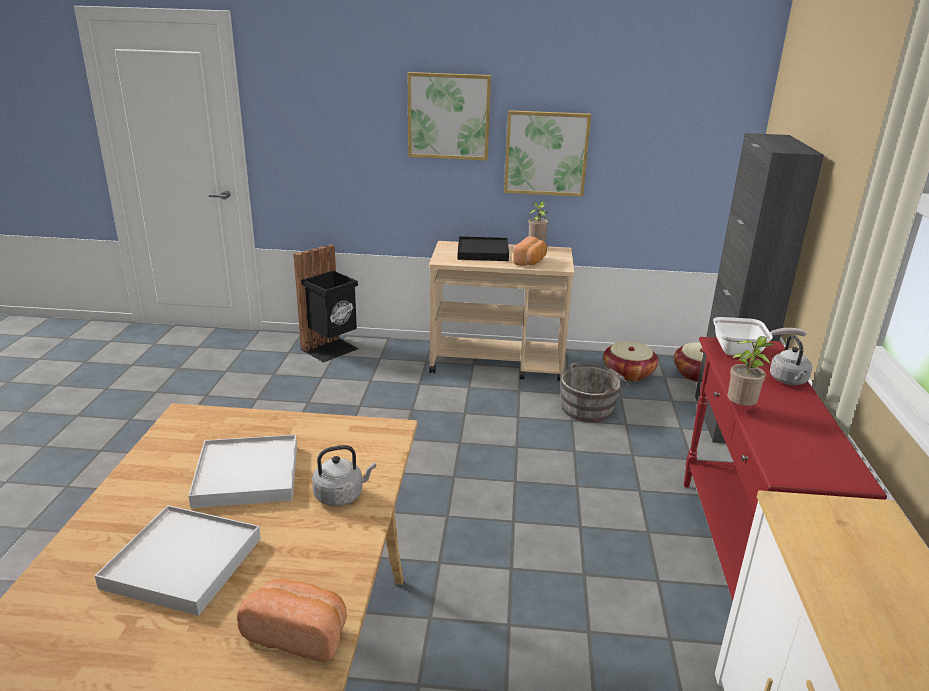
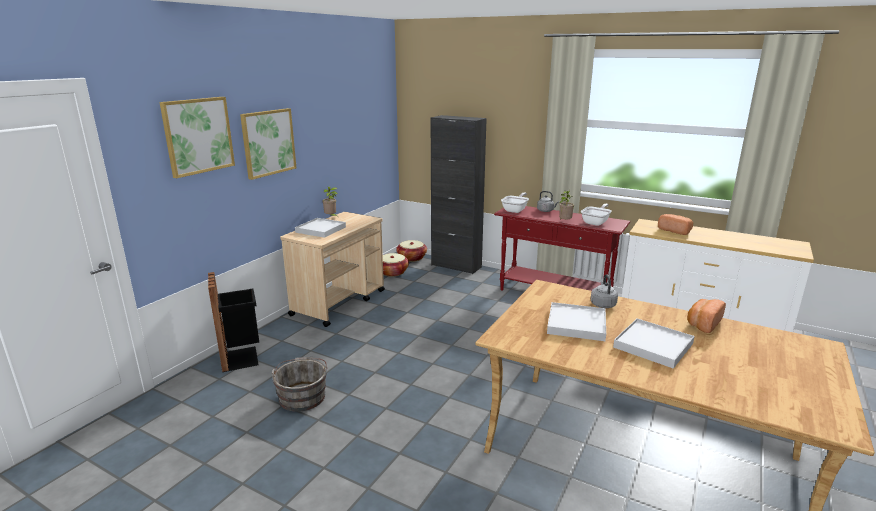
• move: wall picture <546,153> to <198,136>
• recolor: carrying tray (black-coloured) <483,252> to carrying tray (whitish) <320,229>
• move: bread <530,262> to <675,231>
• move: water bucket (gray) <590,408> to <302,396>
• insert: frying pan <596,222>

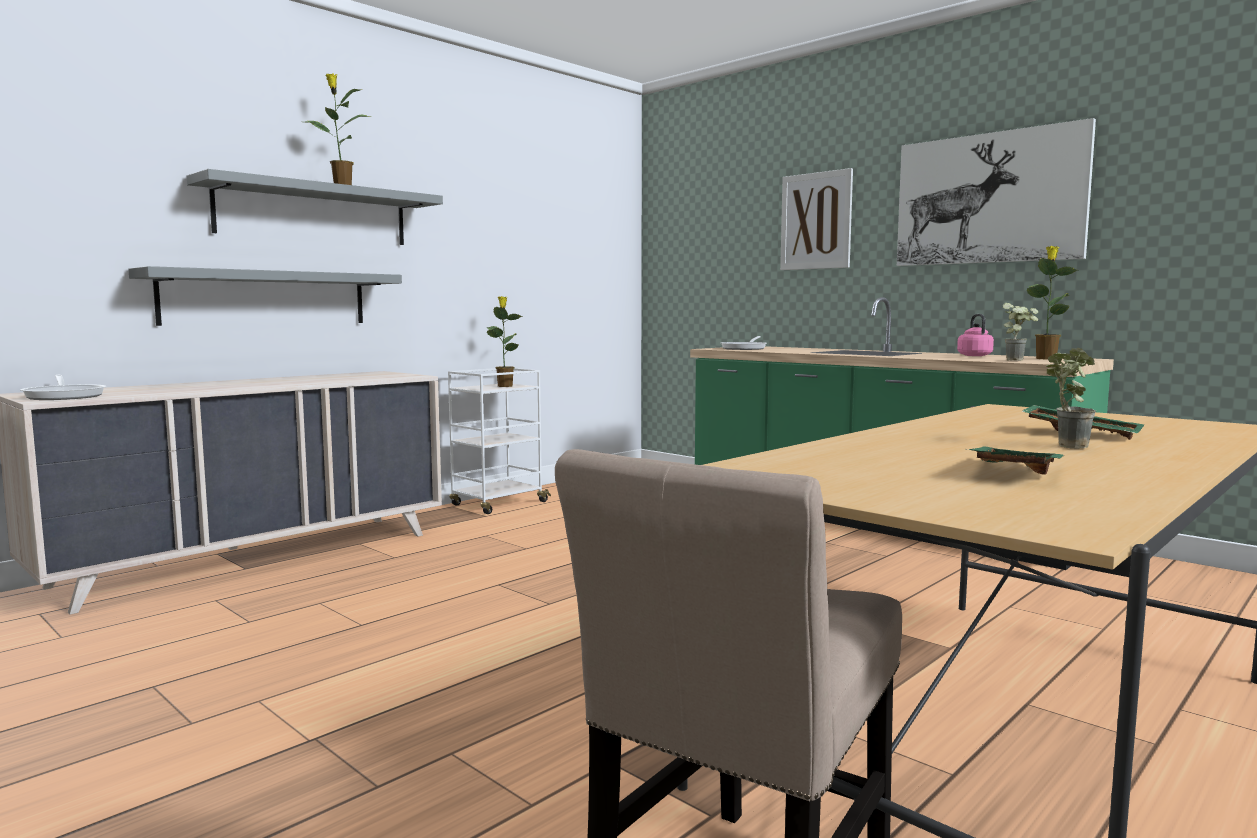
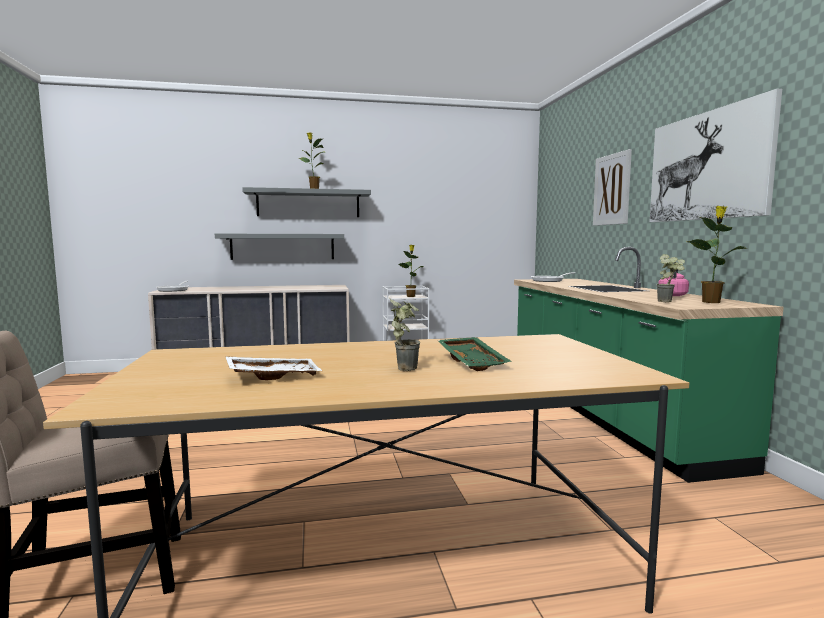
• recolor: carrying tray (green) <1012,472> to carrying tray (whitish) <273,376>

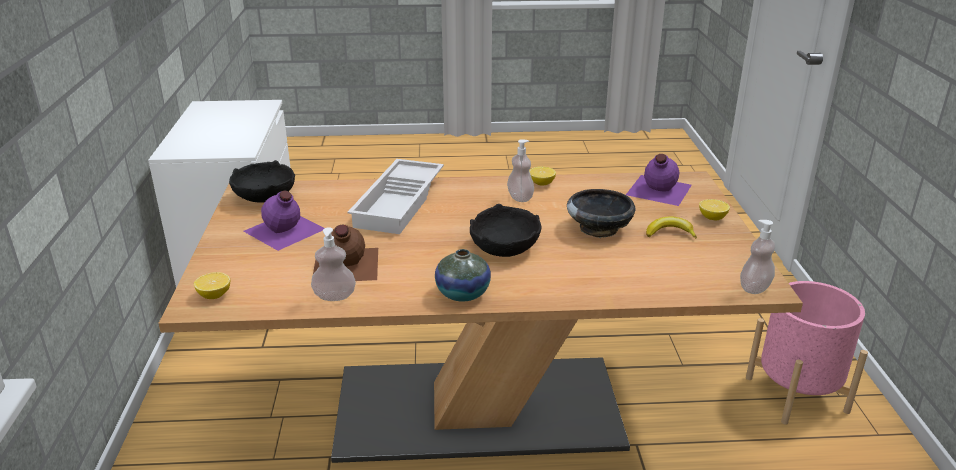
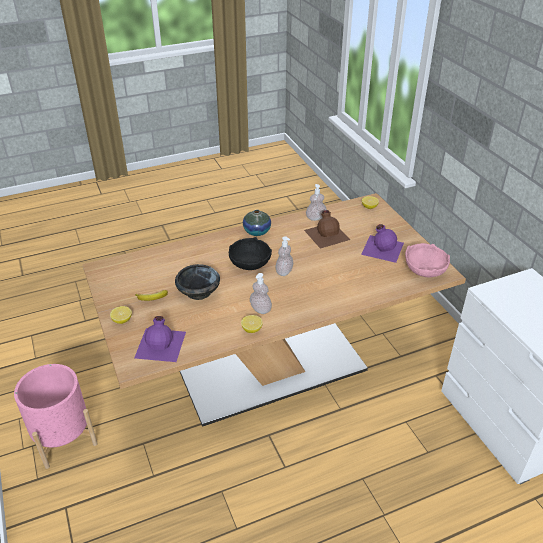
• delete: carrying tray (whitish) <400,203>
• recolor: bowl (black-coloured) <265,197> to bowl (pink) <425,270>
• move: liquid soap bottle <754,288> to <284,271>

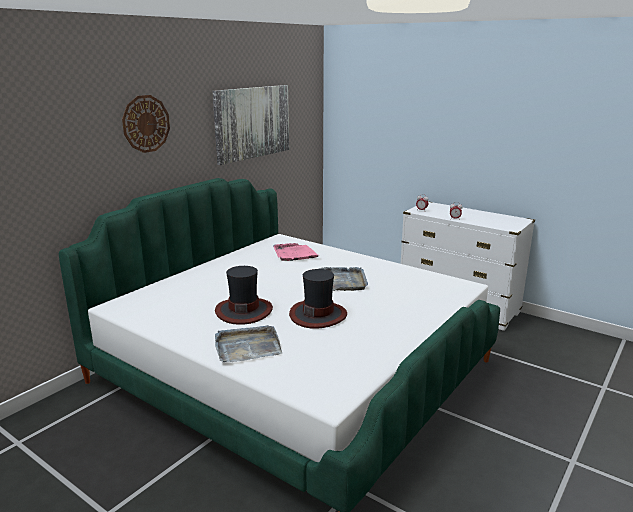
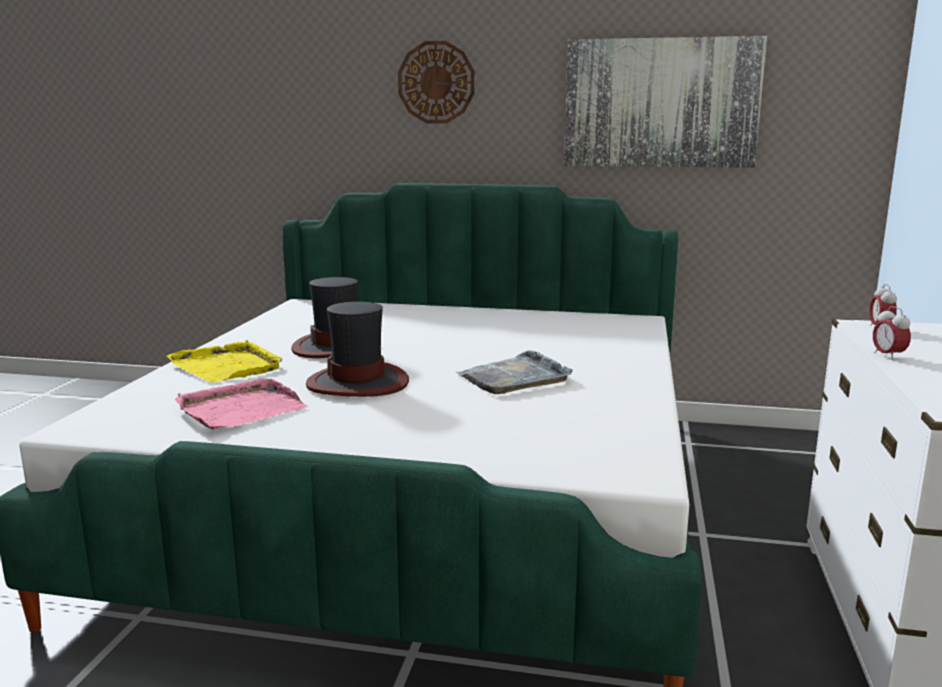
• move: carrying tray (pink) <295,254> to <240,409>
• recolor: carrying tray (gray) <247,347> to carrying tray (yellow) <227,366>

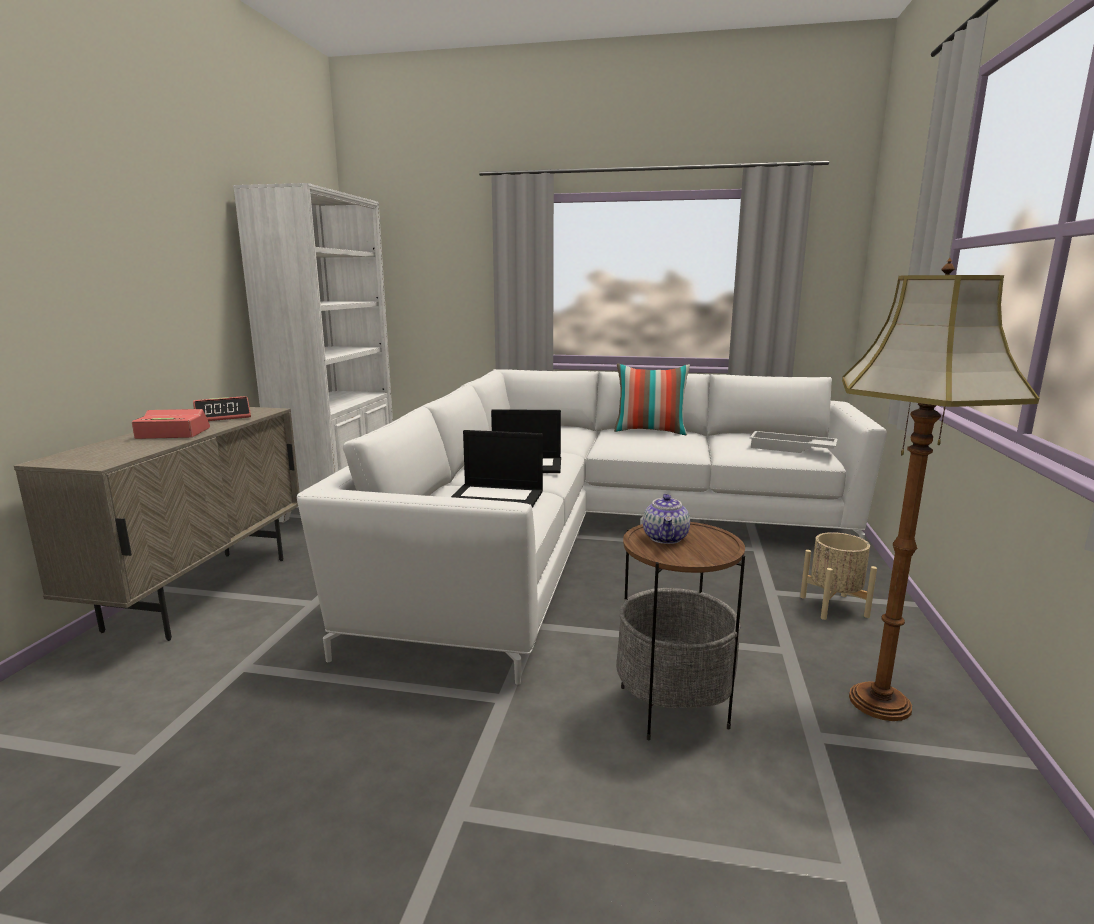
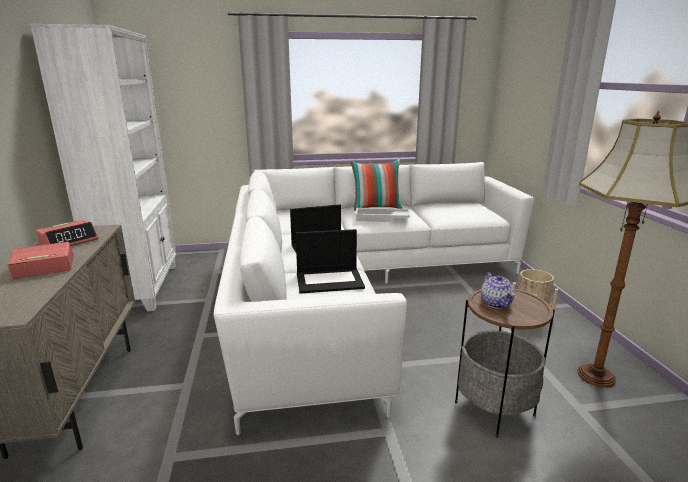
• move: carrying tray (whitish) <791,448> to <381,219>

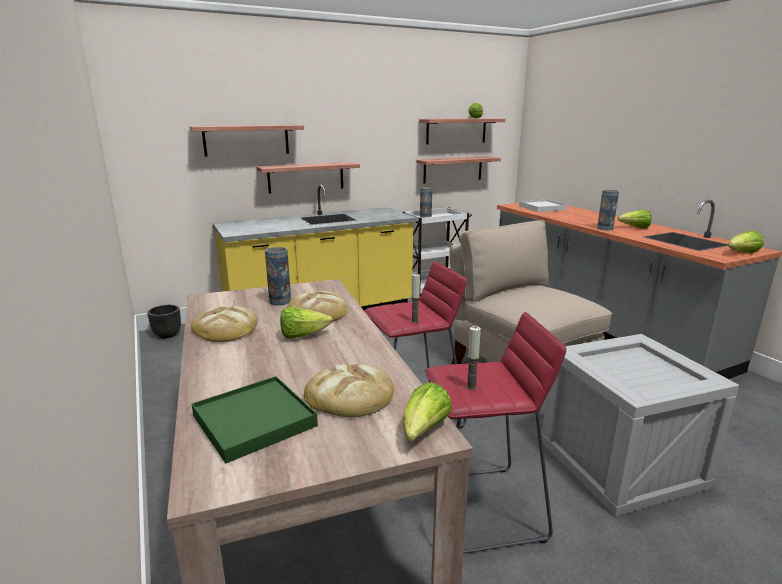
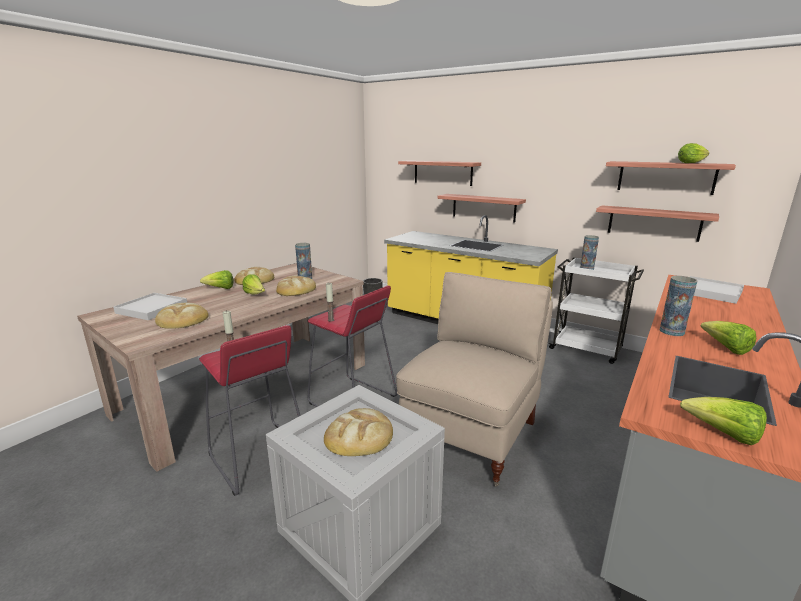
• recolor: carrying tray (green) <254,421> to carrying tray (whitish) <152,309>
• move: lettuce head <424,431> to <220,288>
• insert: bread <359,436>

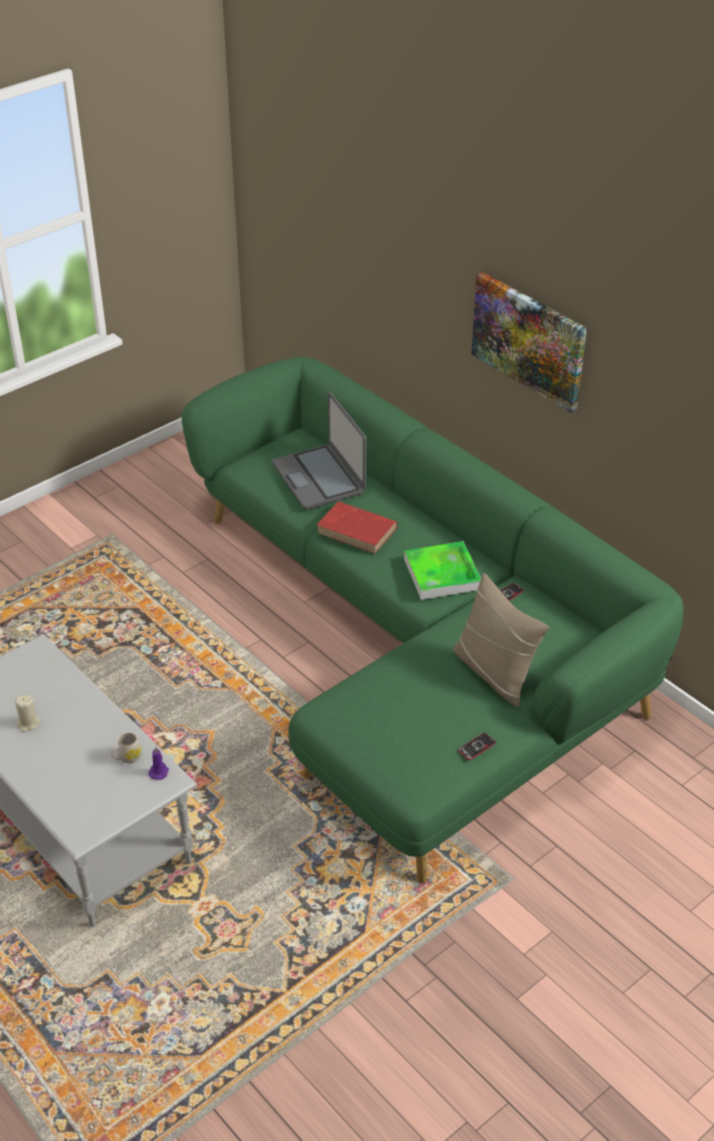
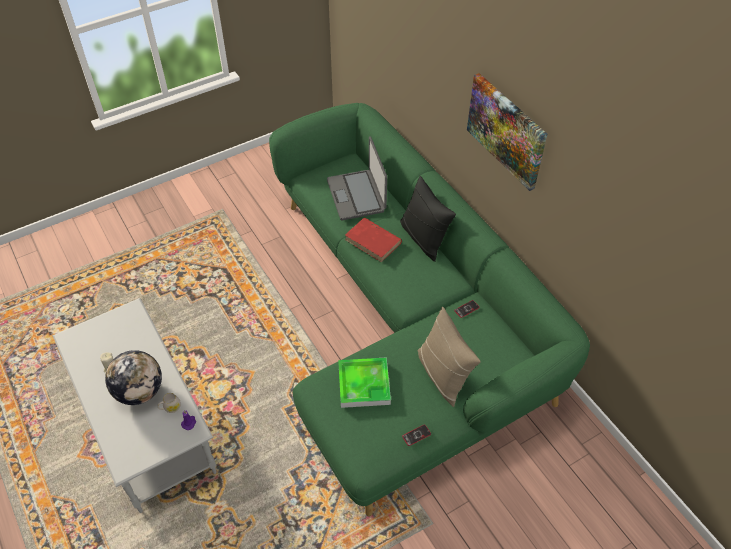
• move: carrying tray <442,574> to <364,384>
• insert: pillow (black-coloured) <423,238>
• insert: world globe <140,391>

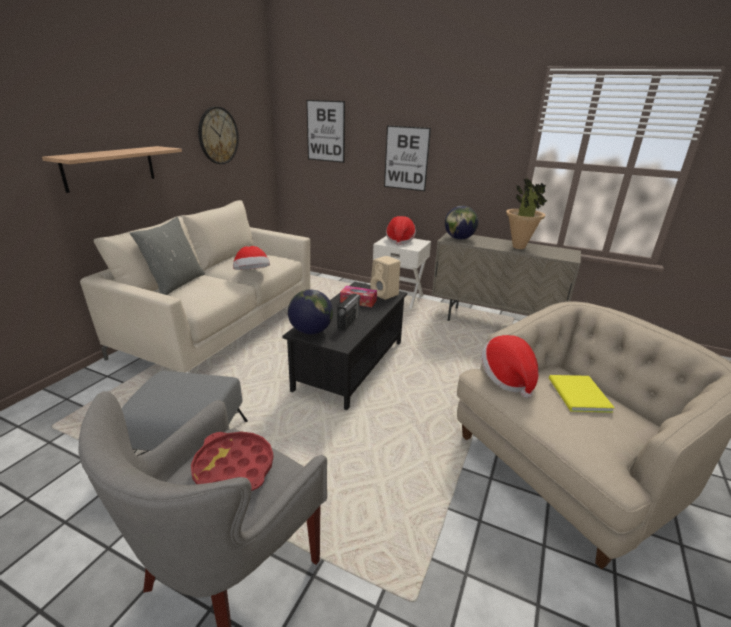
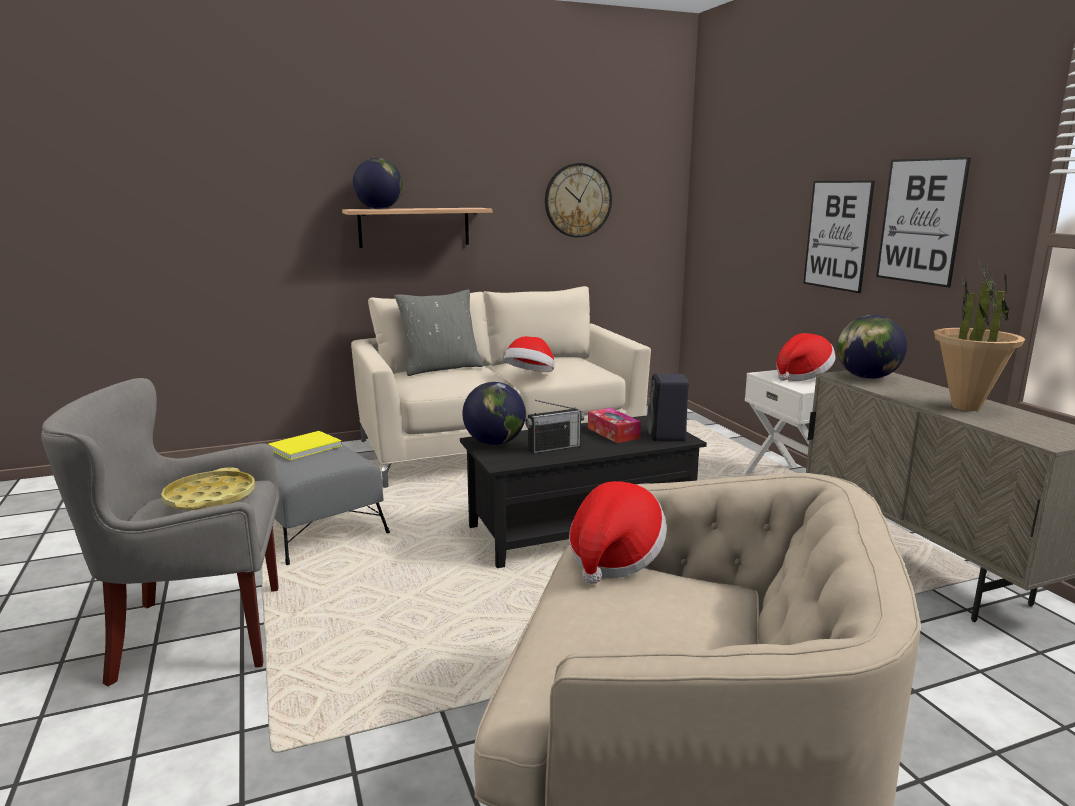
• move: wall picture <325,131> to <920,221>
• recolor: loudspeaker (sand-coloured) <385,294> to loudspeaker (black-coloured) <667,436>
• move: book (yellow) <578,396> to <302,447>
• recolor: carrying tray (red) <233,468> to carrying tray (yellow) <210,498>
• insert: world globe <379,209>

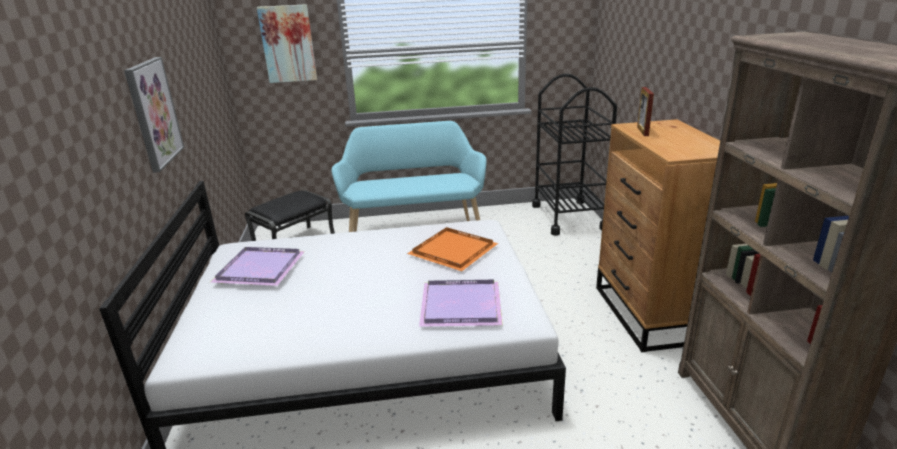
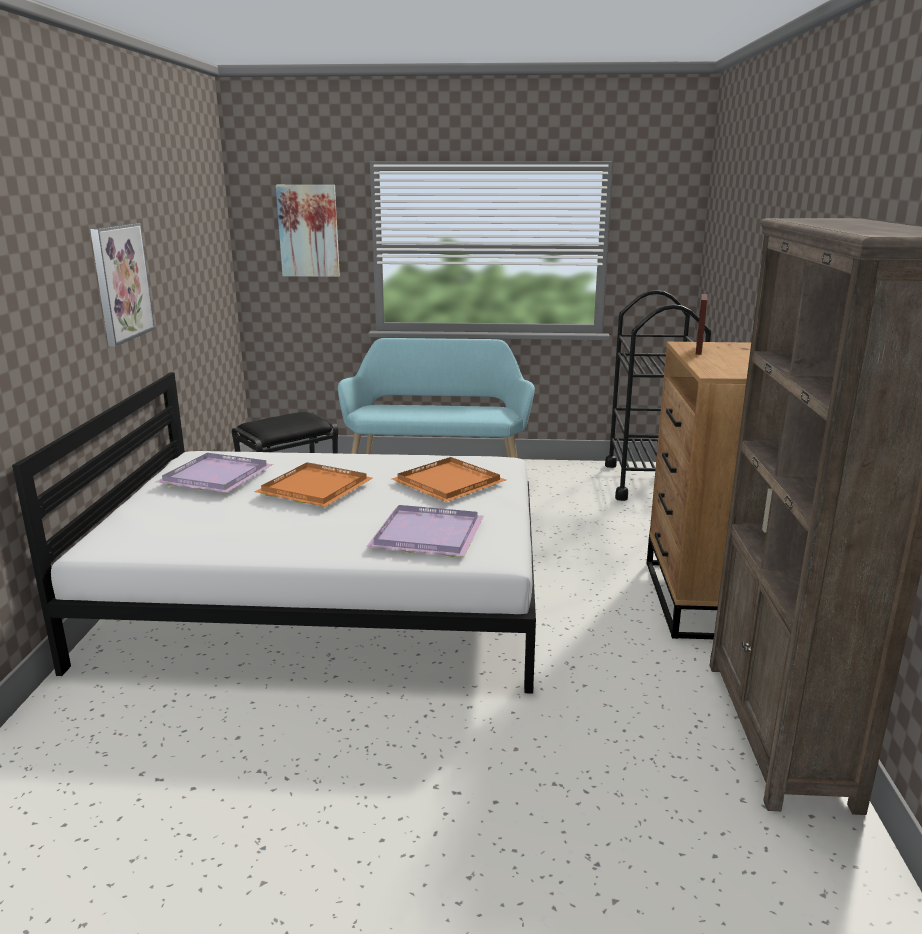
• insert: carrying tray (orangey) <313,488>

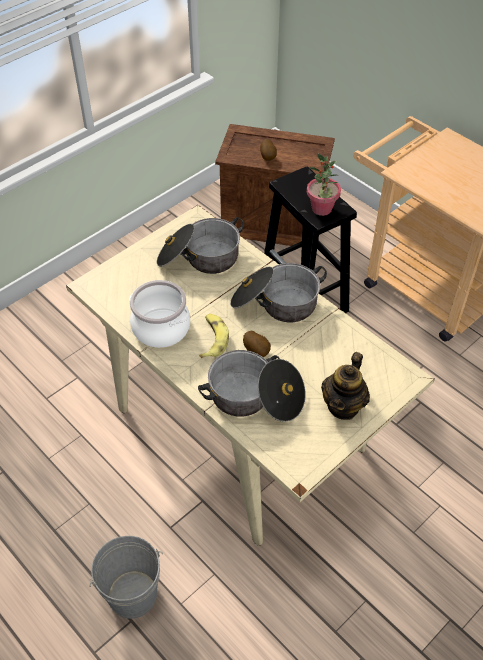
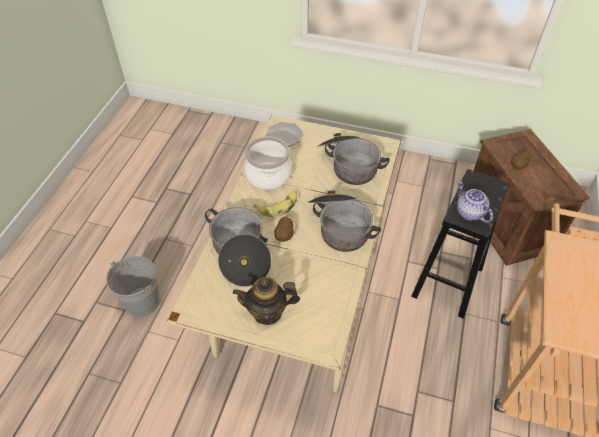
• replace: potted plant <321,209> to pot for tea <469,213>
• insert: flat dish <284,135>

